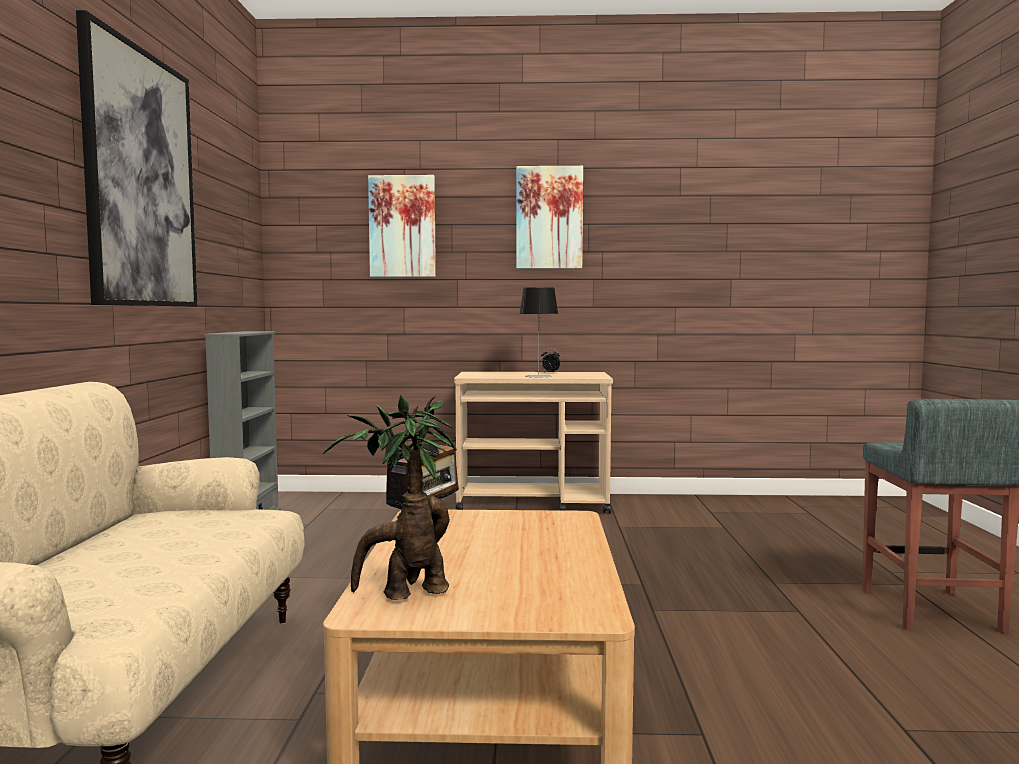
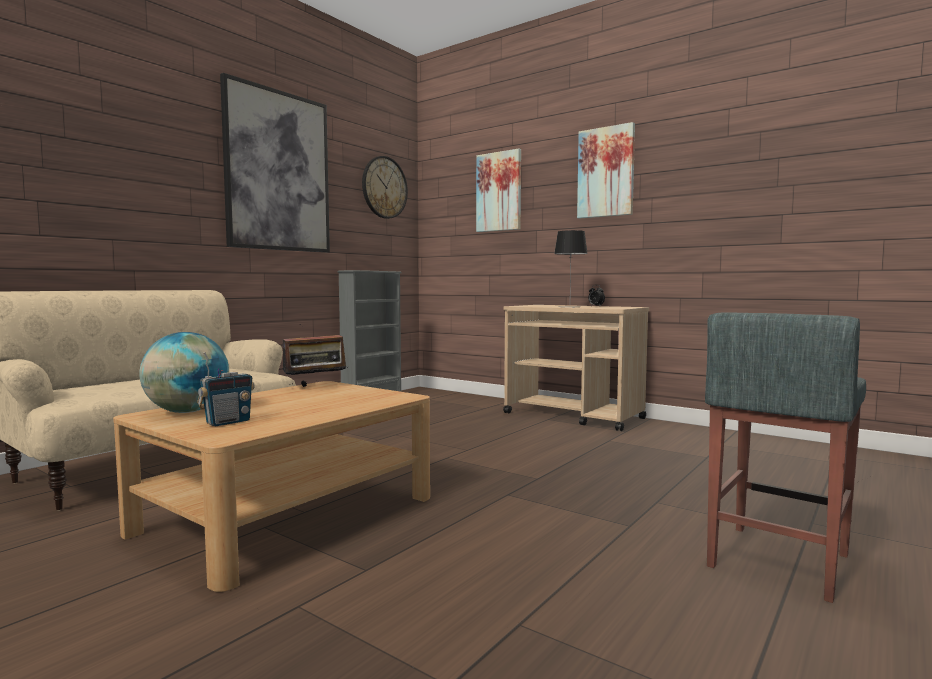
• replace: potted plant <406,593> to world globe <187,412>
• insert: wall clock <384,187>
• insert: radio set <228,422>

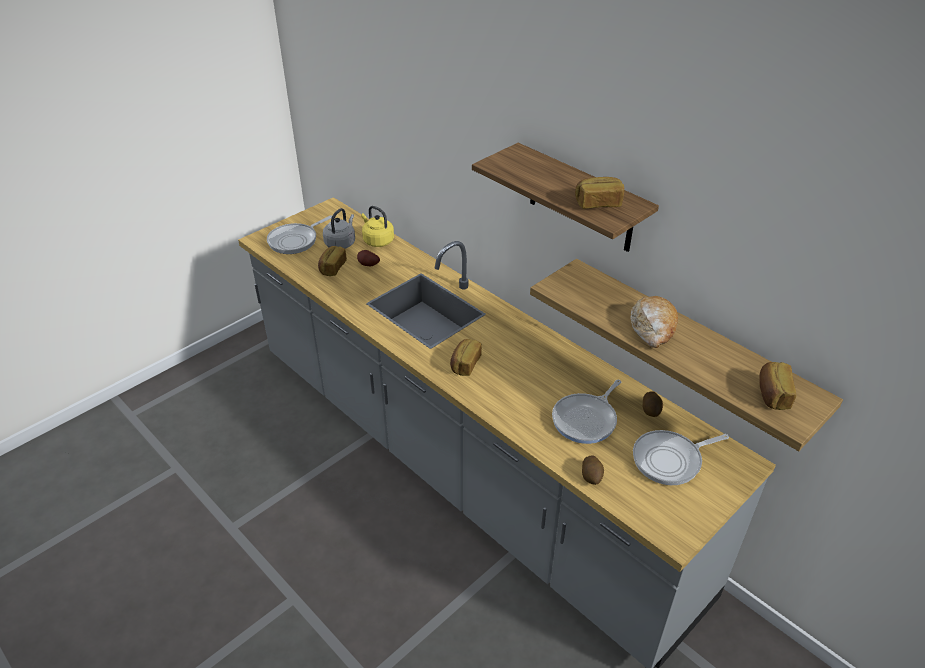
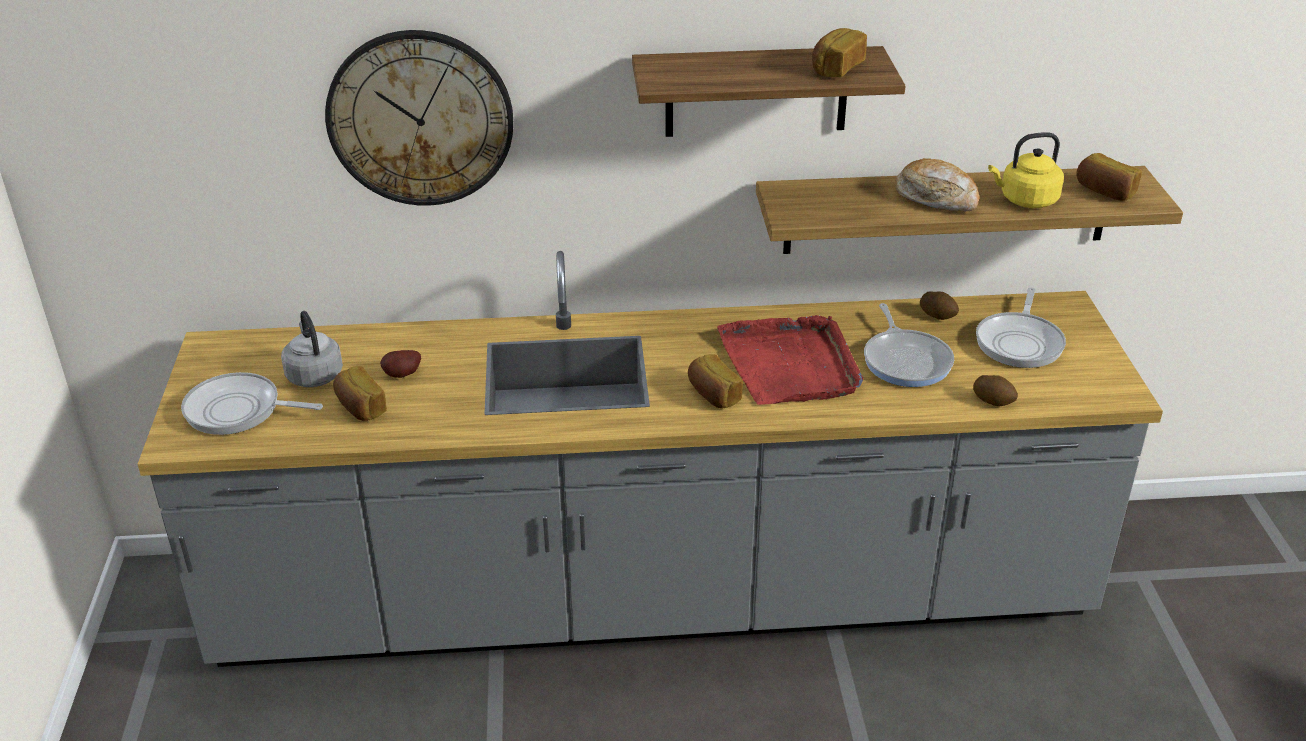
• move: tea kettle (yellow) <377,241> to <1025,200>
• rotate: frying pan <295,240> = <238,411> 105 degrees clockwise
• insert: wall clock <420,118>
• insert: carrying tray (red) <791,364>

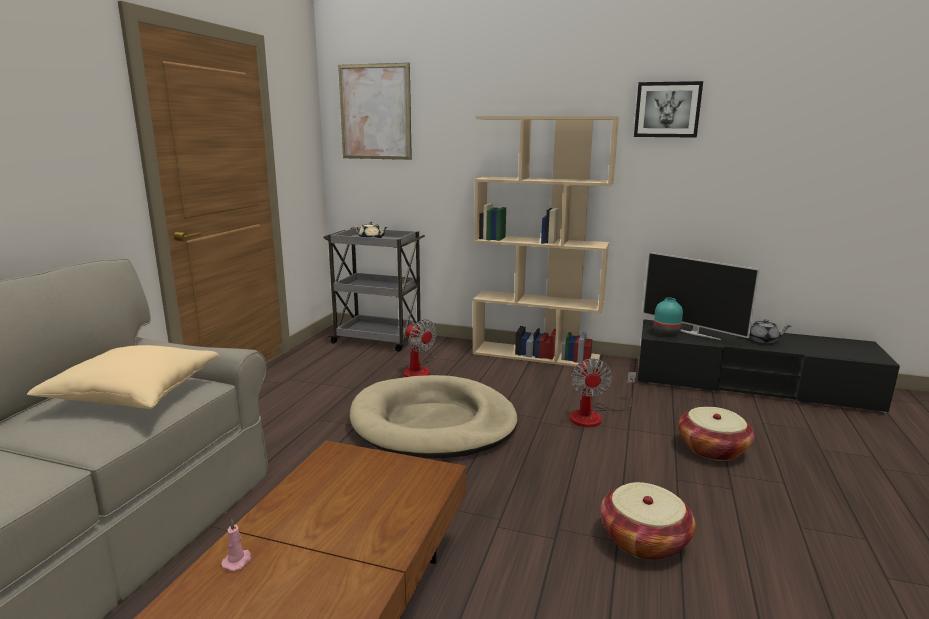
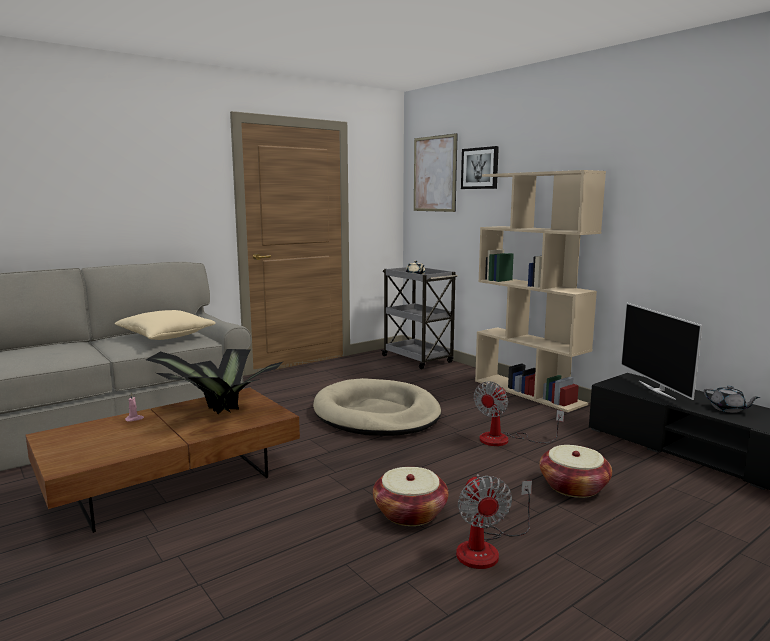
• move: wall picture <667,110> to <480,168>
• delete: vase (turquoise-coloured) <667,334>
• move: cooling fan <419,370> to <487,548>
• insert: potted plant <216,411>

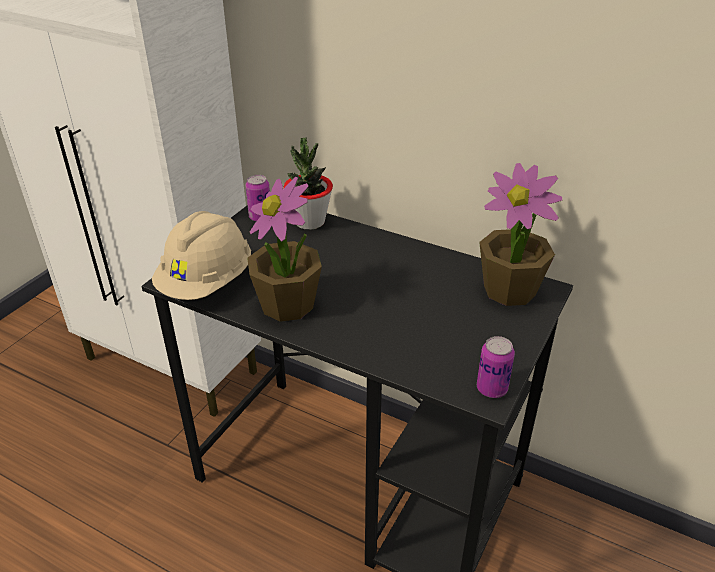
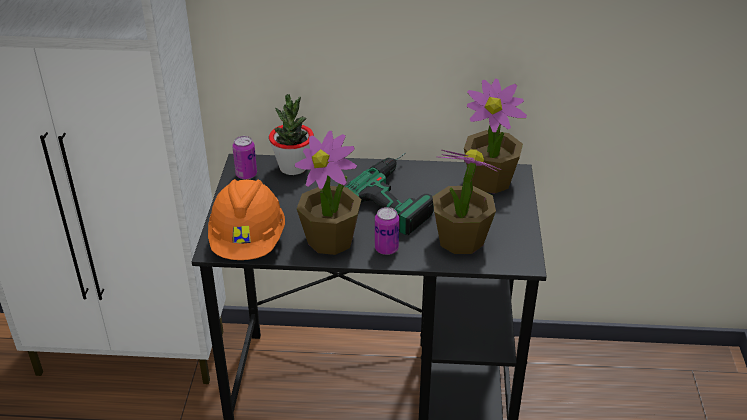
• recolor: hard hat (sand-coloured) <207,283> to hard hat (orangey) <248,242>
• move: sealed can <491,389> to <386,249>
• insert: potted plant <460,240>
• insert: drill <401,194>

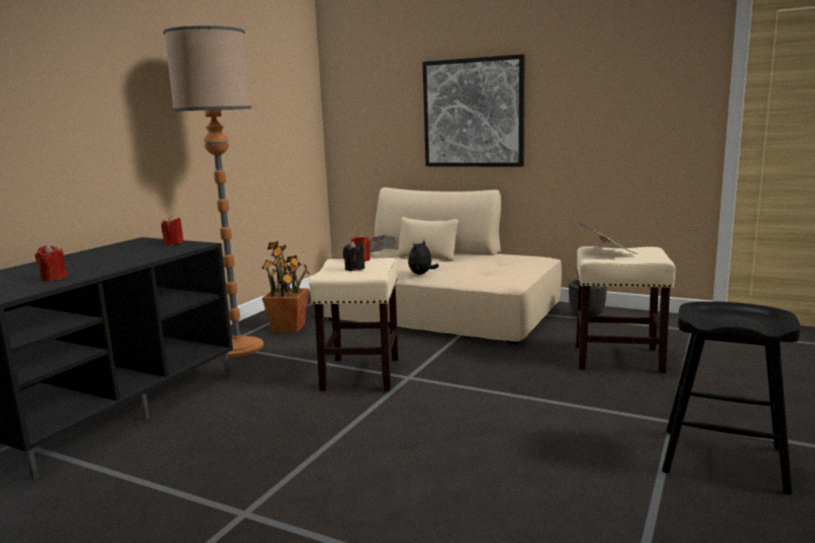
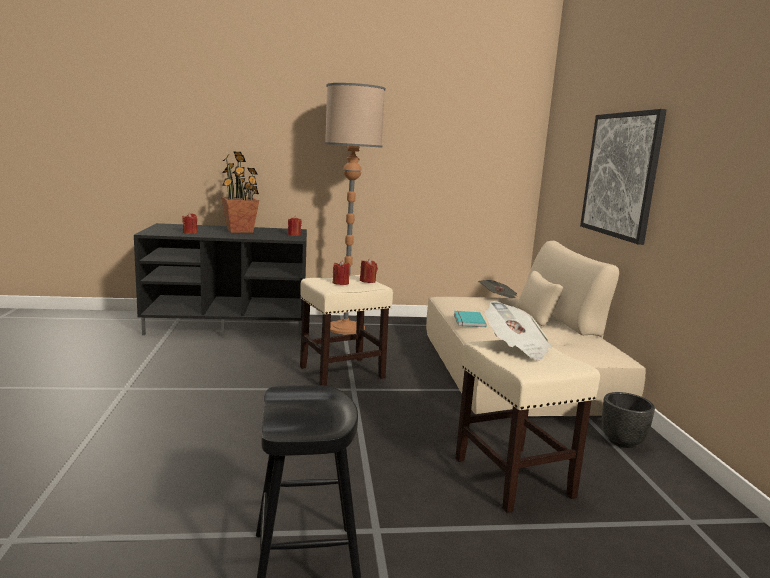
• replace: soft toy <421,274> to book (turquoise-coloured) <468,321>
• move: potted plant <289,328> to <240,231>
• recolor: candle (black-coloured) <354,269> to candle (red) <340,283>

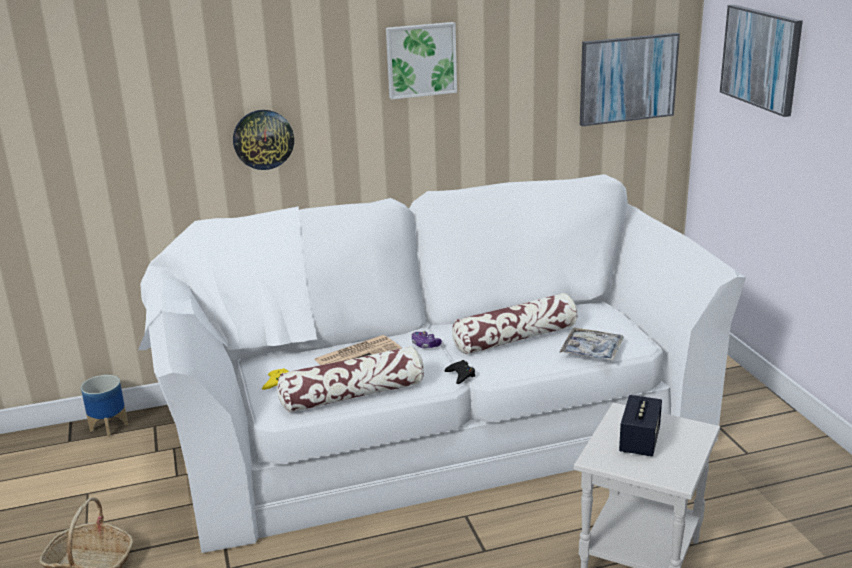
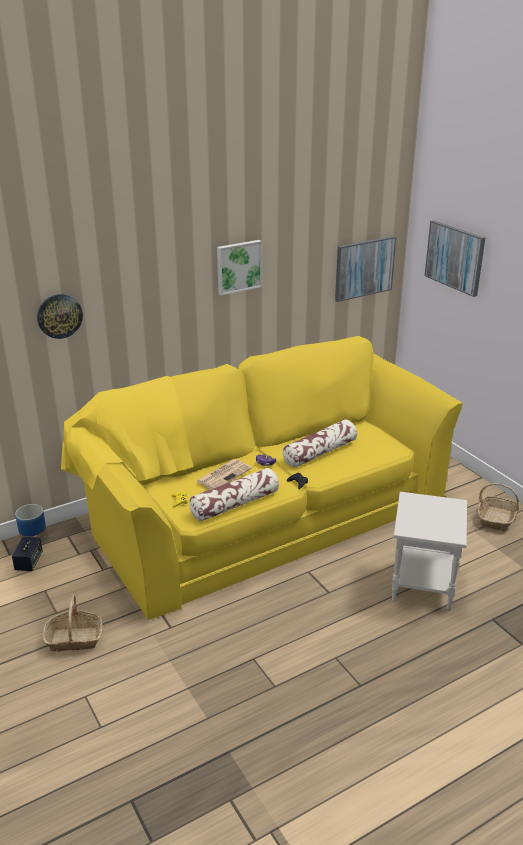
• move: wall clock <263,139> to <59,316>
• recolor: sofa (whitish) <434,426> to sofa (yellow) <263,513>
• delete: carrying tray <591,351>
• move: loudspeaker <639,442> to <29,562>
• insert: storage basket <496,518>

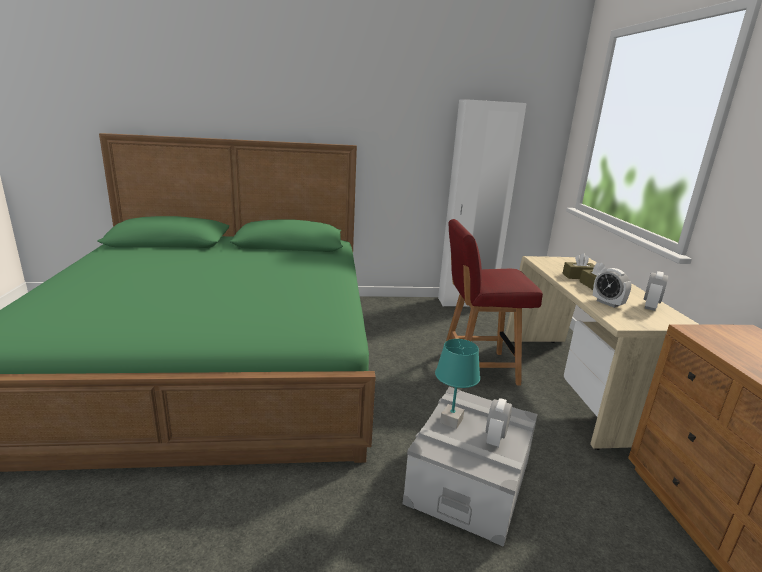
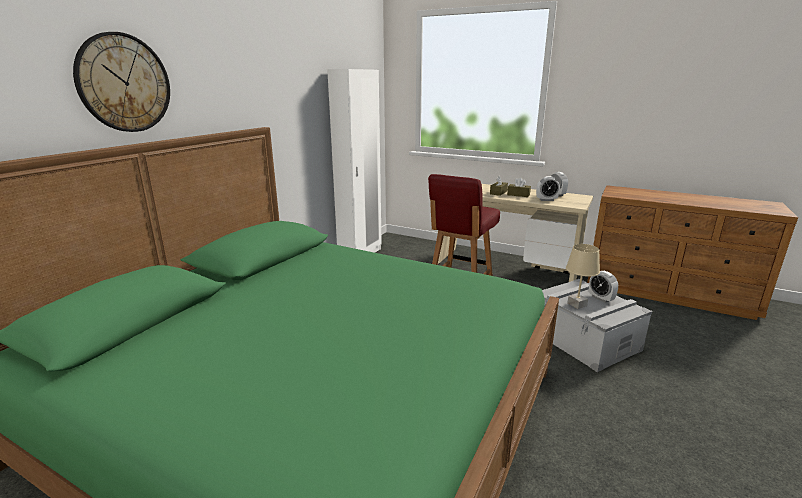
• recolor: tabletop lamp (turquoise-coloured) <451,421> to tabletop lamp (sand-coloured) <577,304>
• insert: wall clock <124,83>

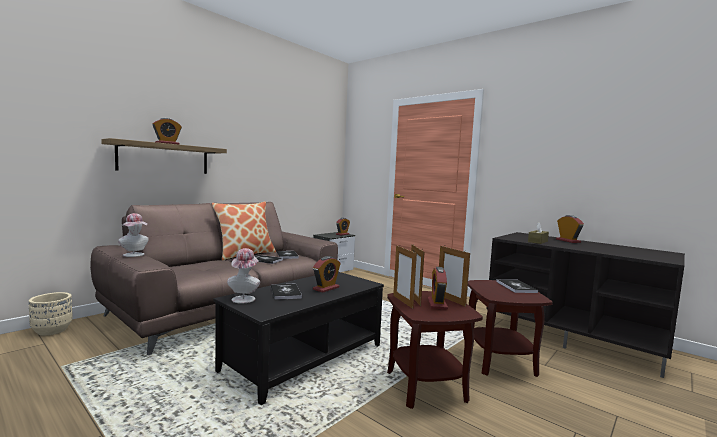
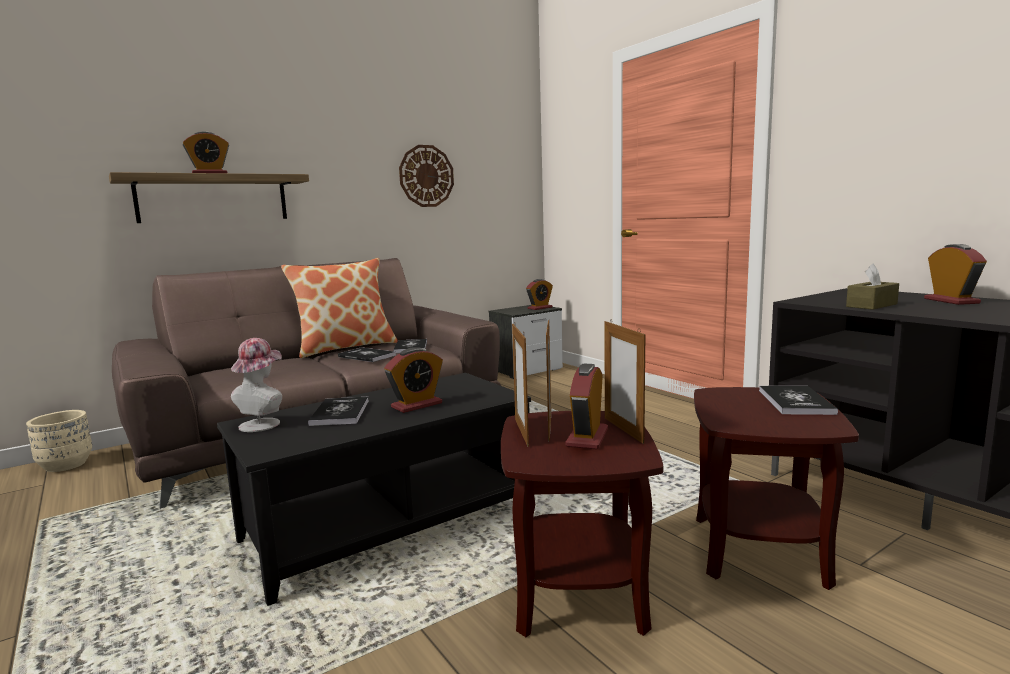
• delete: clothing hat <135,255>
• insert: wall clock <426,176>

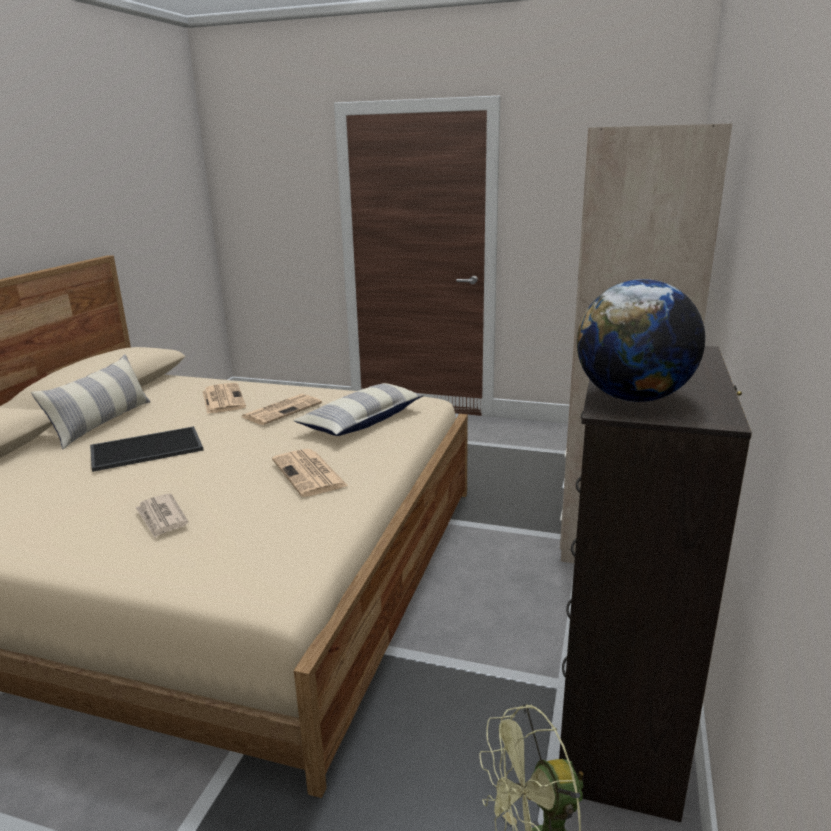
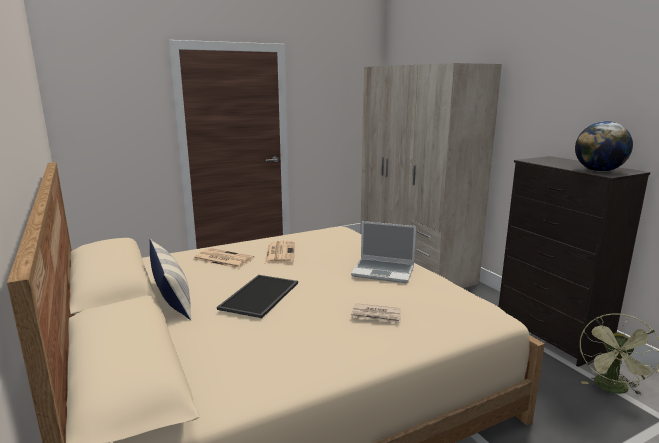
• delete: pillow <362,421>
• replace: daily paper <310,473> to portable computer <384,271>

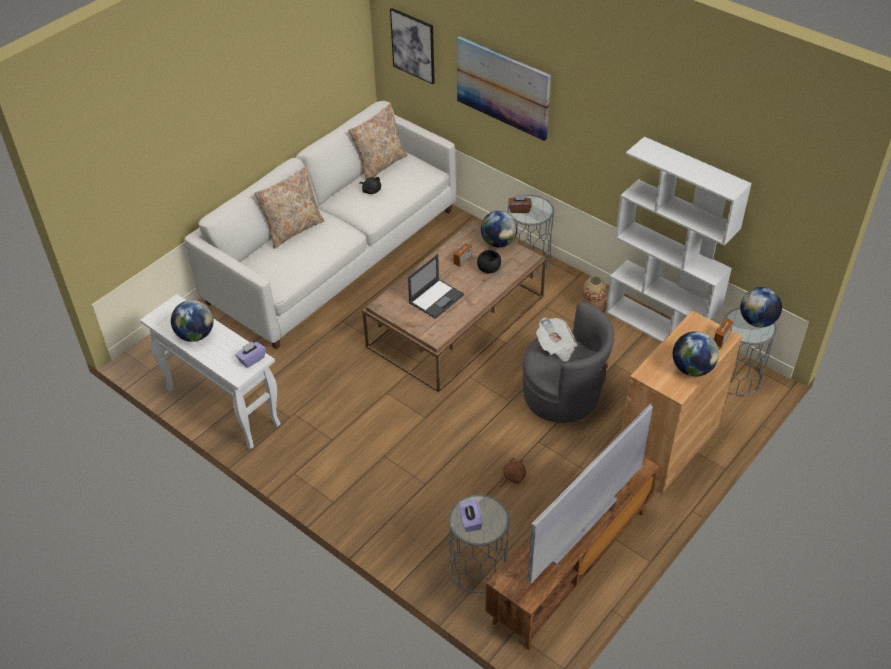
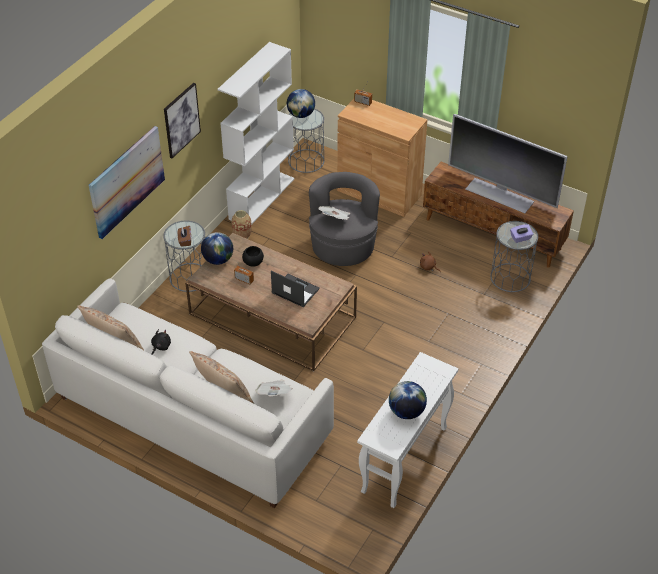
• move: wall picture <413,45> to <181,120>
• delete: world globe <692,369>
• delete: tissue box (purple-coloured) <251,359>
• insert: daily paper <274,394>

